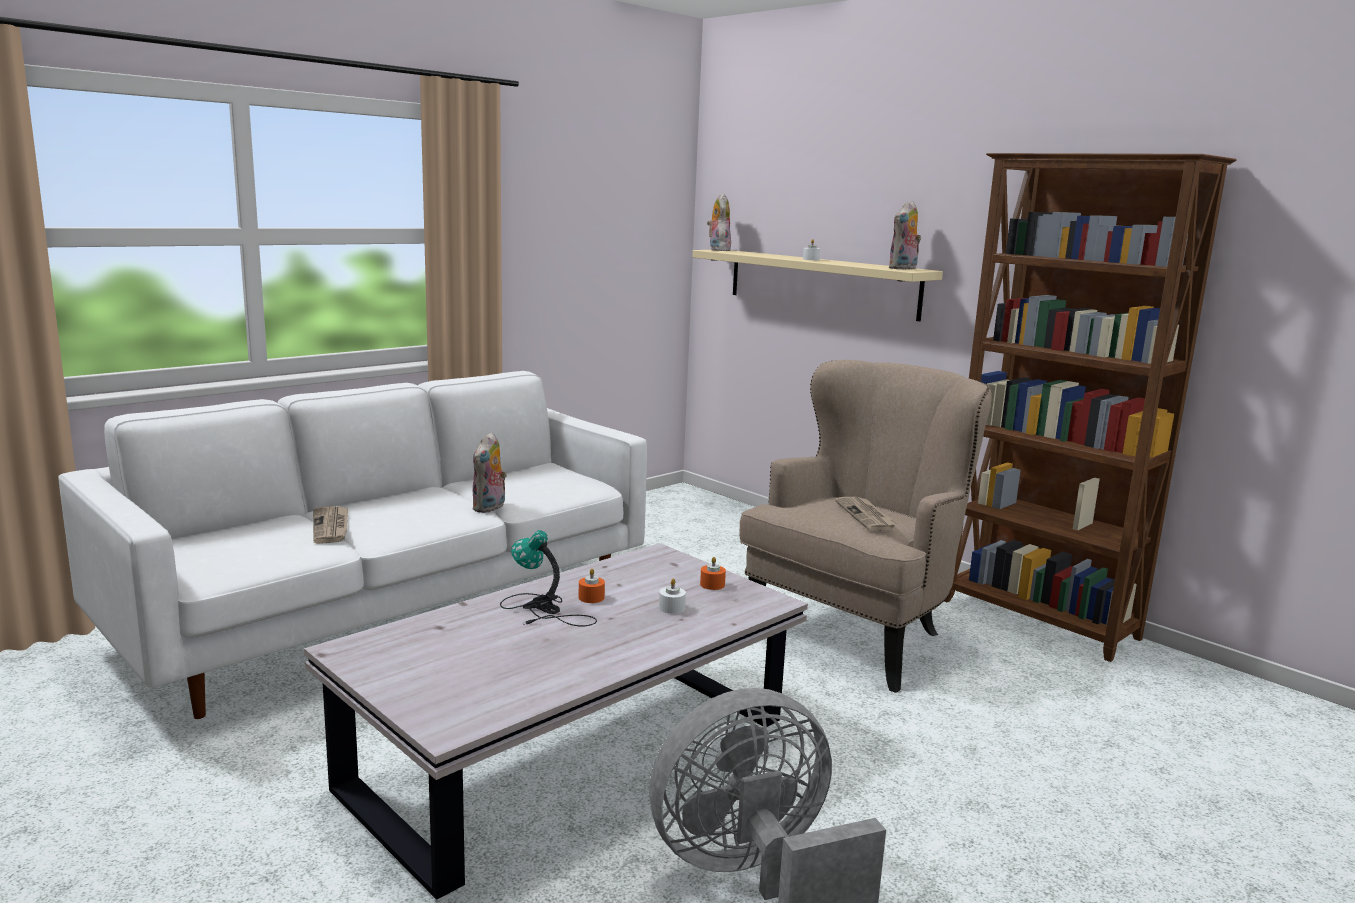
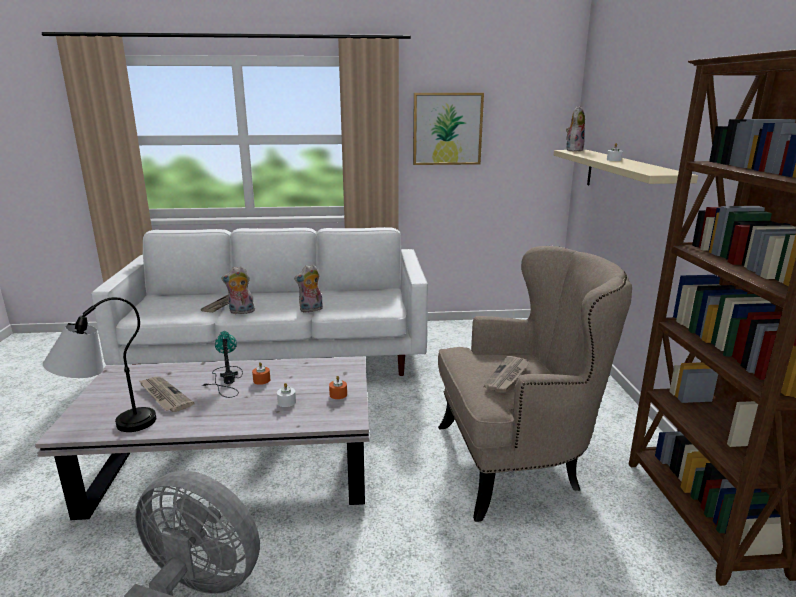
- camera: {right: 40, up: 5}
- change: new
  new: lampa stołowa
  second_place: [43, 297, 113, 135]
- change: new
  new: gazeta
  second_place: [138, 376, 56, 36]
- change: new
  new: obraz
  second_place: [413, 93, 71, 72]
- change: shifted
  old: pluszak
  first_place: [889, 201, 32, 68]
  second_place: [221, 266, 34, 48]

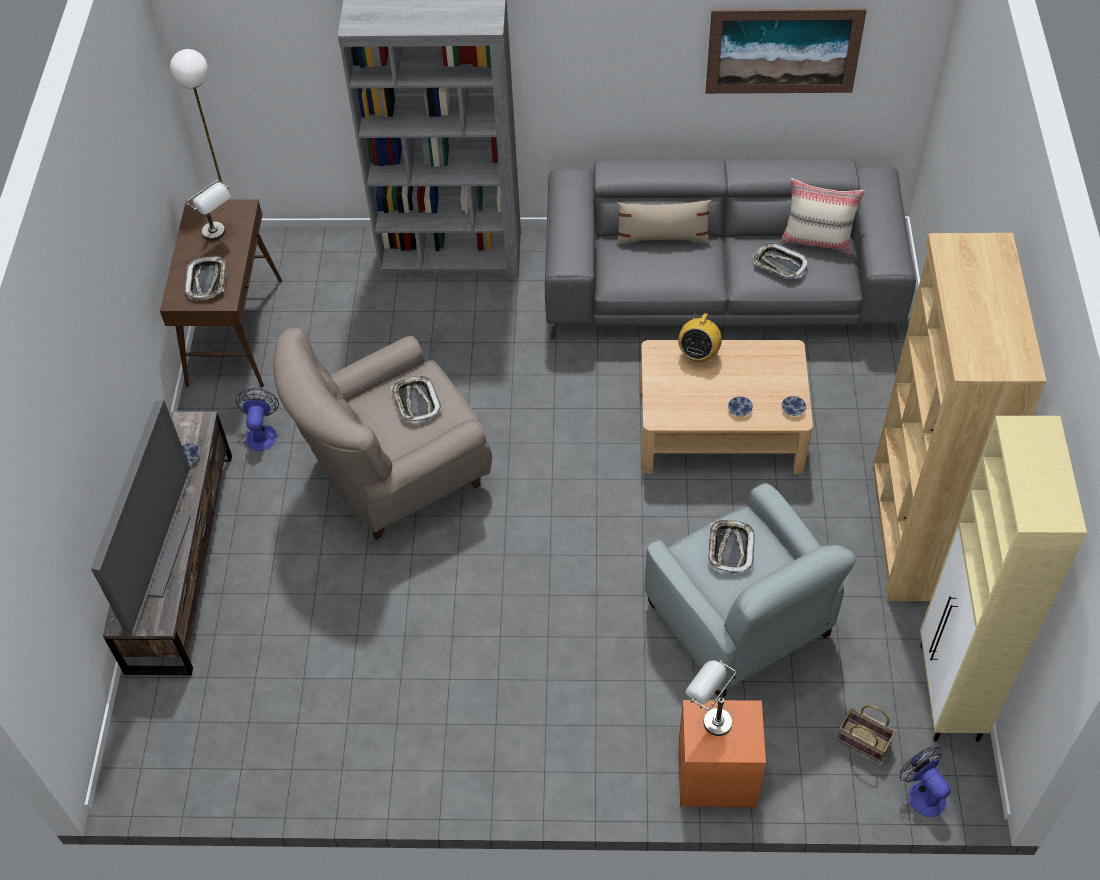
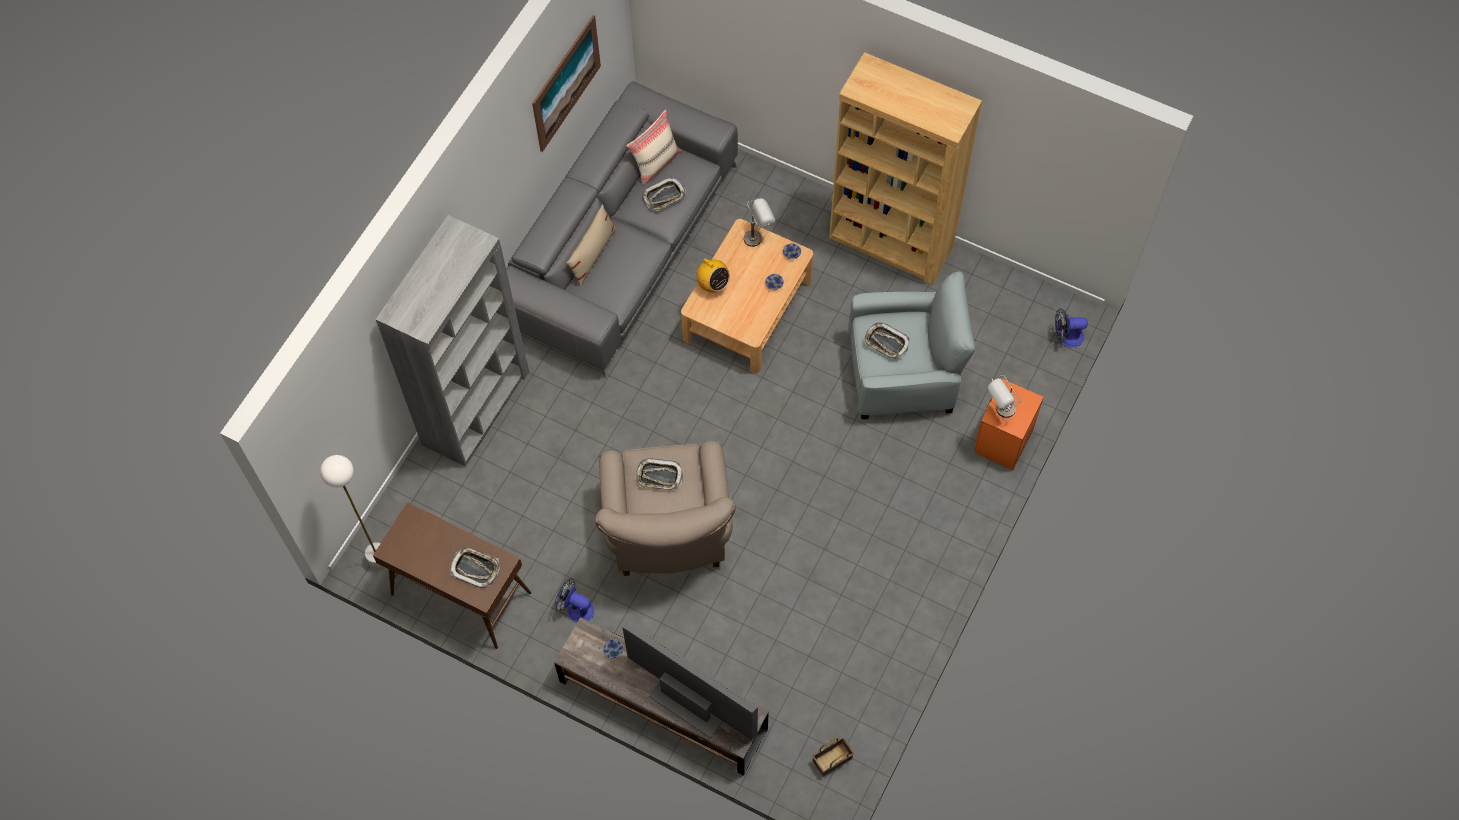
- camera: {right: -65, up: 10}
- change: gone
  old: szafka/beżowy
  first_place: [920, 416, 167, 326]
- change: shifted
  old: lampa stołowa/szary
  first_place: [186, 180, 44, 60]
  second_place: [744, 198, 31, 49]
- change: shifted
  old: koszyk
  first_place: [837, 705, 59, 58]
  second_place: [813, 737, 41, 40]

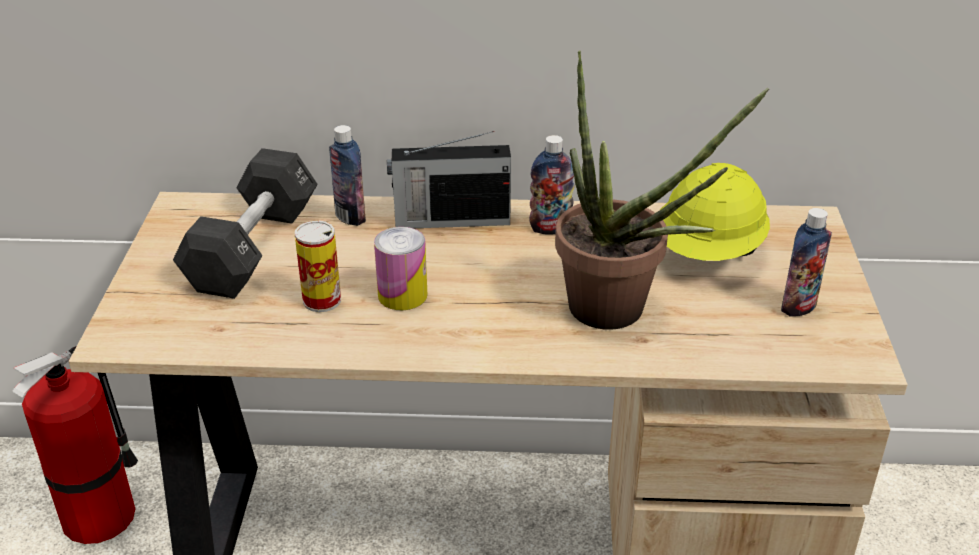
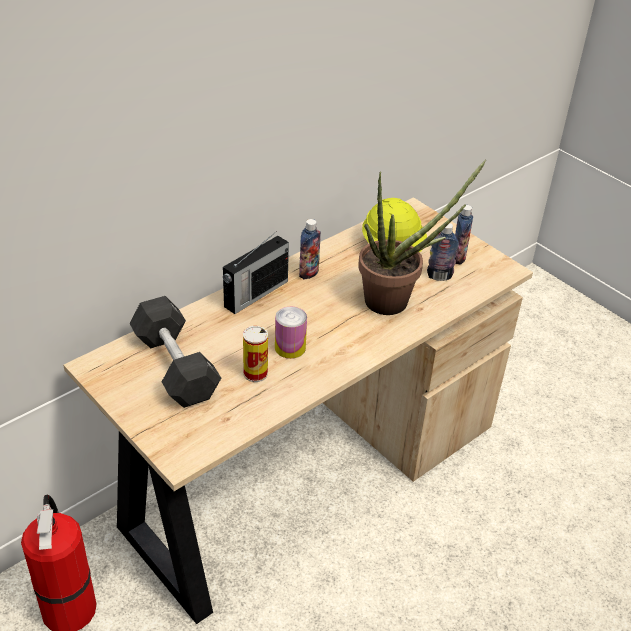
- camera: {right: -45, up: 5}
- change: shifted
  old: butelka
  first_place: [329, 125, 37, 101]
  second_place: [427, 223, 32, 58]

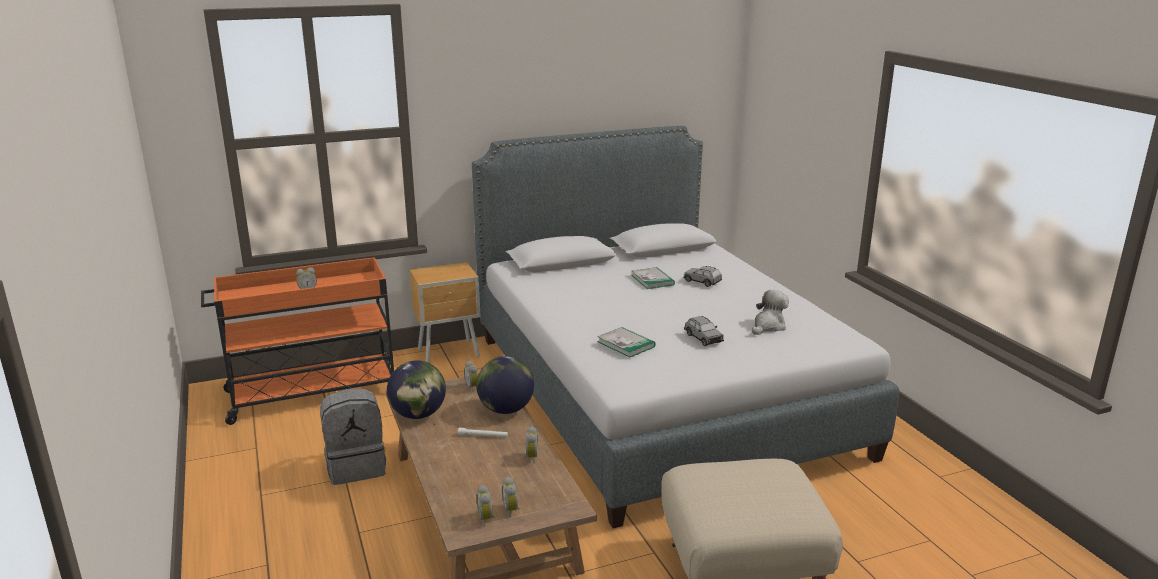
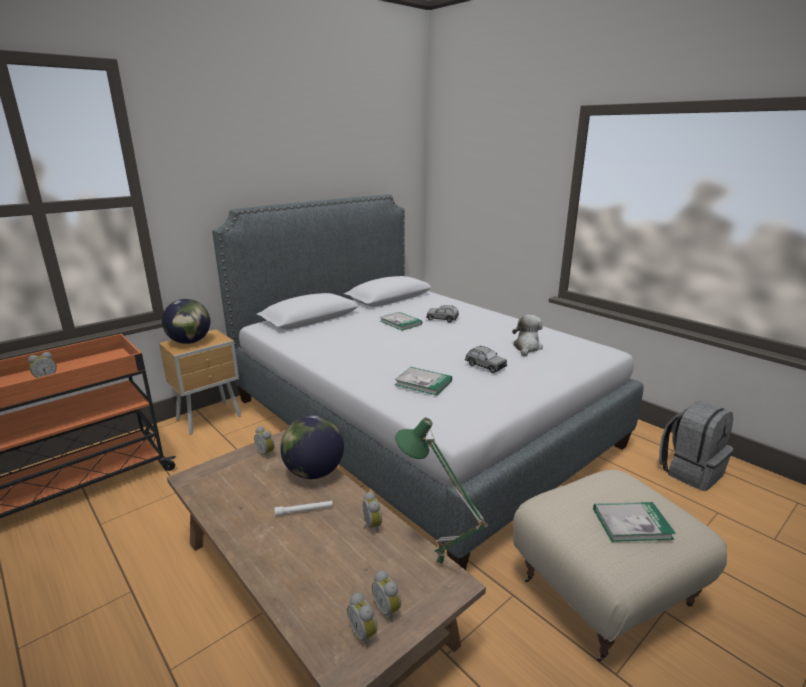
- camera: {right: -20, up: 0}
- change: new
  new: lampa stołowa/zielony
  second_place: [395, 418, 93, 148]
- change: new
  new: książka
  second_place: [593, 502, 83, 40]
- change: shifted
  old: plecak/szary
  first_place: [320, 389, 66, 96]
  second_place: [659, 401, 75, 90]
- change: shifted
  old: globus
  first_place: [387, 360, 59, 59]
  second_place: [162, 299, 48, 45]

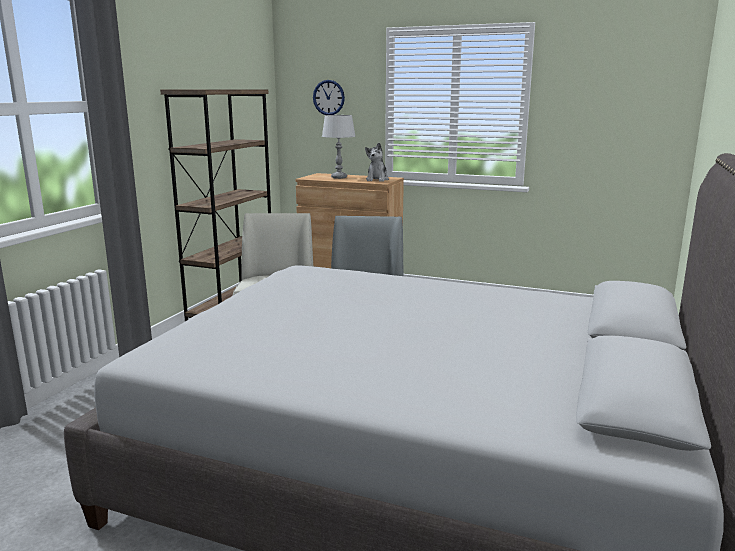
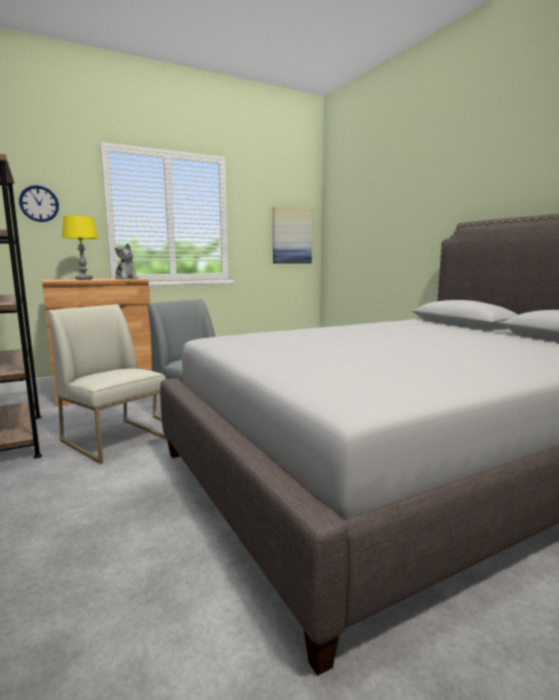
- camera: {right: -50, up: -5}
- change: new
  new: obraz
  second_place: [273, 206, 39, 58]
- change: repainted
  old: lampa stołowa/szary
  new: lampa stołowa/żółty
  first_place: [322, 115, 34, 64]
  second_place: [62, 216, 37, 64]

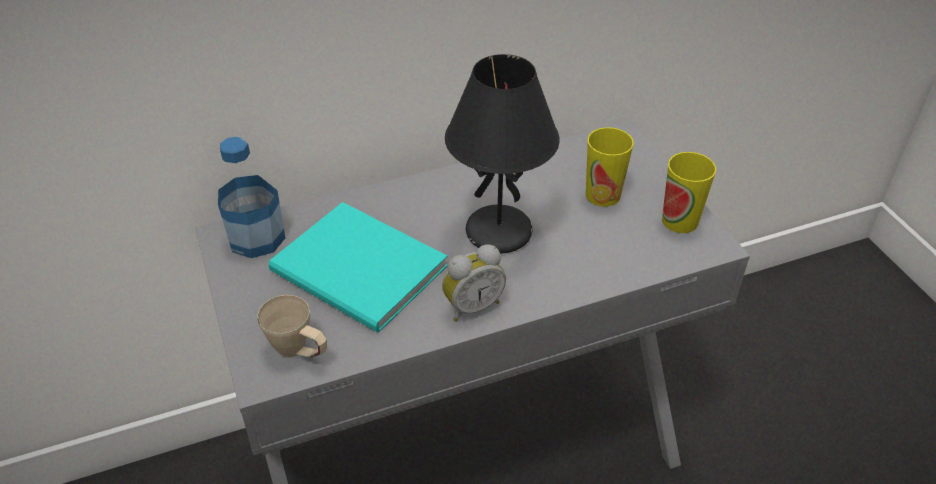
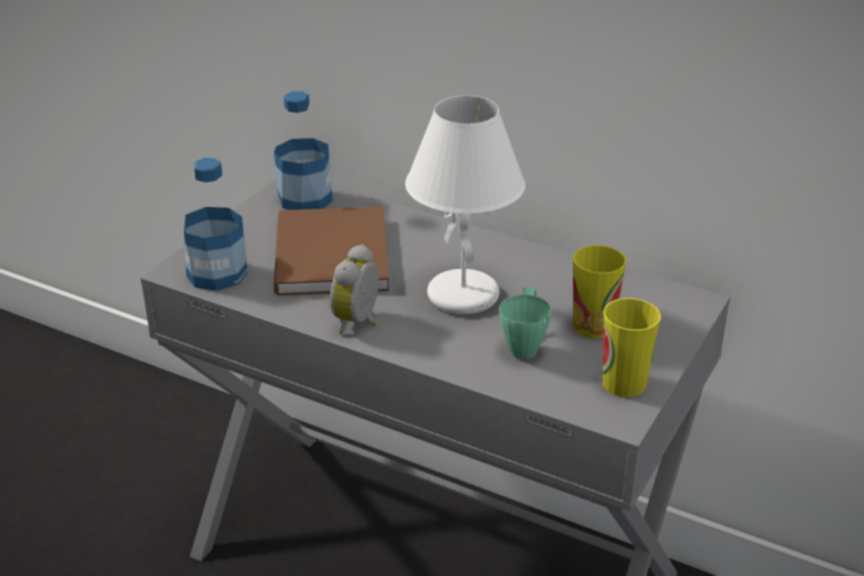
- camera: {right: 50, up: -10}
- change: new
  new: kubek/zielony
  second_place: [499, 287, 53, 72]
- change: swapped
  old: kubek/beżowy
  new: butelka
  first_place: [257, 295, 70, 63]
  second_place: [184, 158, 64, 133]
- change: repainted
  old: książka/turkusowy
  new: książka/brązowy
  first_place: [268, 202, 180, 131]
  second_place: [274, 207, 115, 89]
- change: repainted
  old: lampa stołowa/czarny
  new: lampa stołowa/biały
  first_place: [445, 54, 115, 200]
  second_place: [405, 96, 120, 218]
- change: rotated
  old: budzik
  first_place: [442, 244, 64, 78]
  second_place: [330, 244, 49, 90]
  degrees: 90

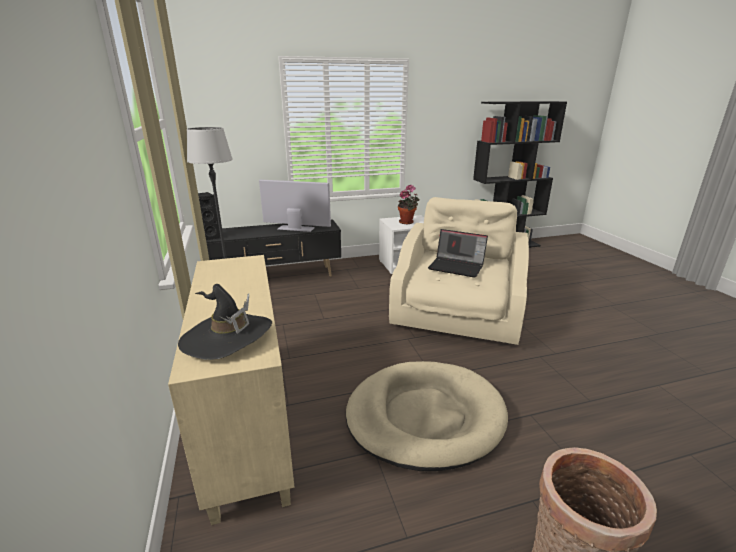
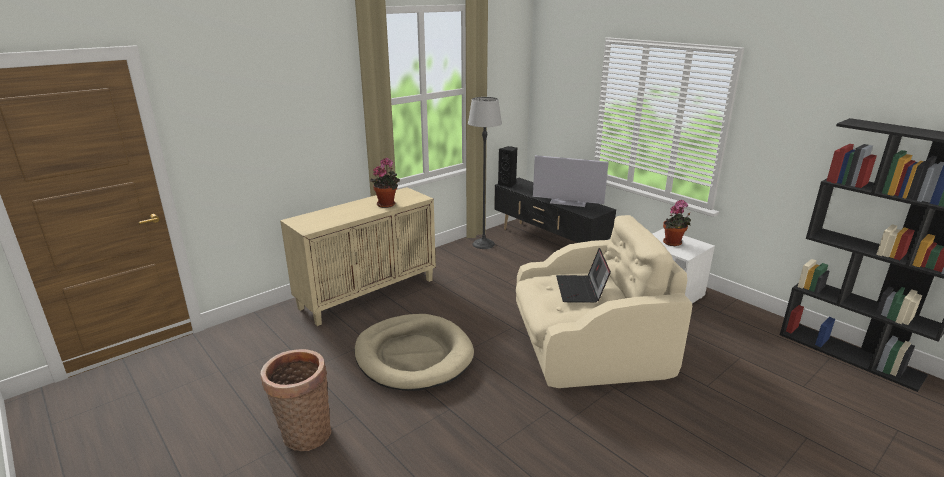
- camera: {right: 65, up: 0}
- change: gone
  old: kapelusz/czarny
  first_place: [178, 284, 94, 76]
- change: new
  new: roślina doniczkowa
  second_place: [370, 158, 30, 50]
- change: rotated
  old: telewizor
  first_place: [259, 180, 72, 52]
  second_place: [533, 155, 76, 52]
  degrees: 120

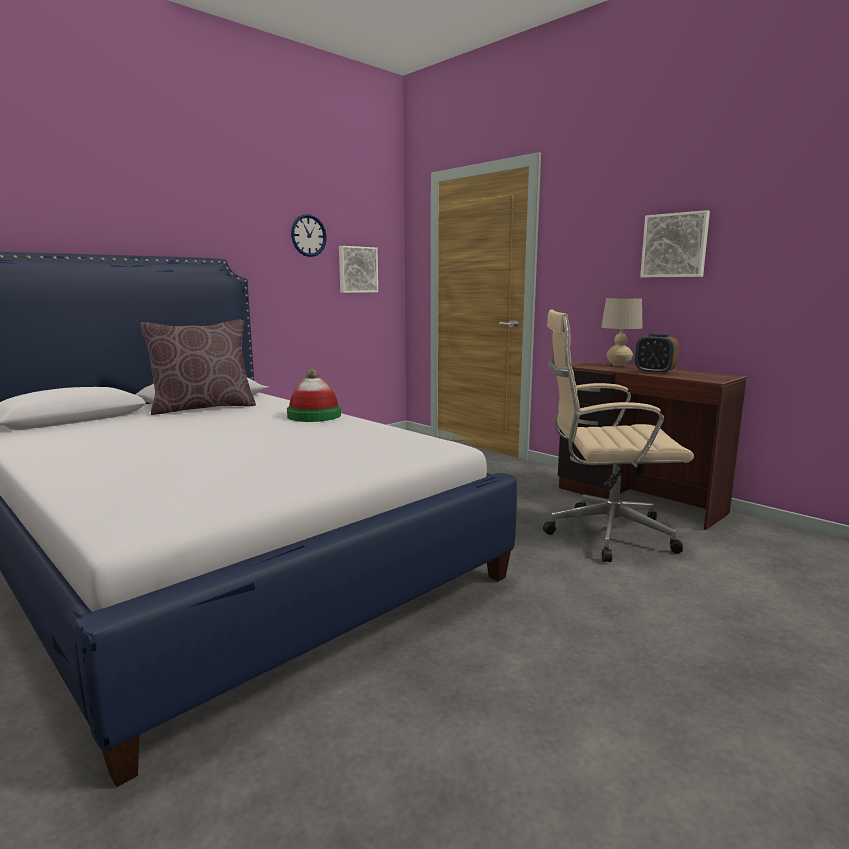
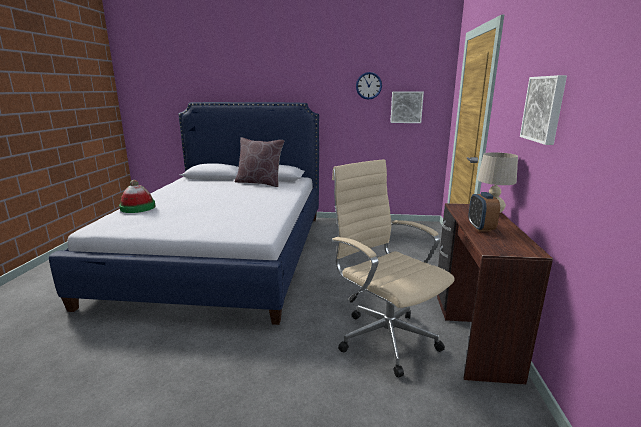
- camera: {right: 50, up: 5}
- change: shifted
  old: kapelusz
  first_place: [287, 369, 54, 53]
  second_place: [119, 180, 36, 33]

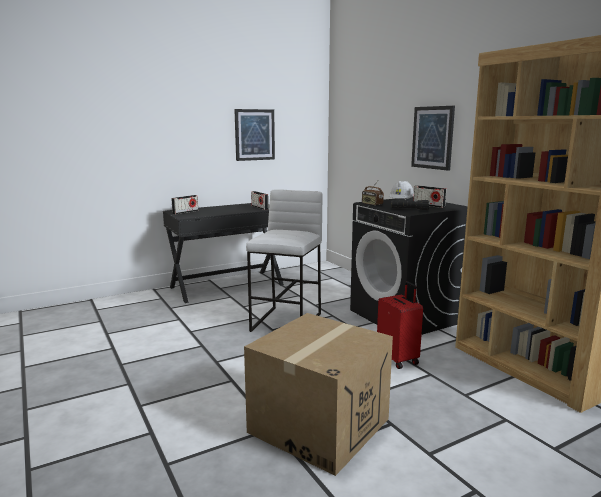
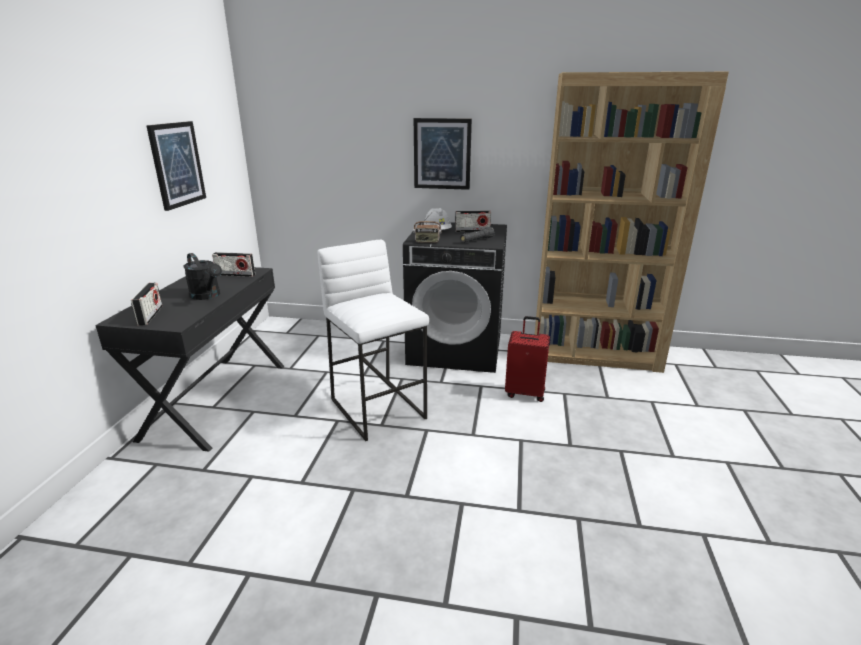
- camera: {right: -50, up: 10}
- change: gone
  old: karton
  first_place: [244, 313, 149, 163]
- change: new
  new: konewka/czarny
  second_place: [183, 253, 39, 47]

